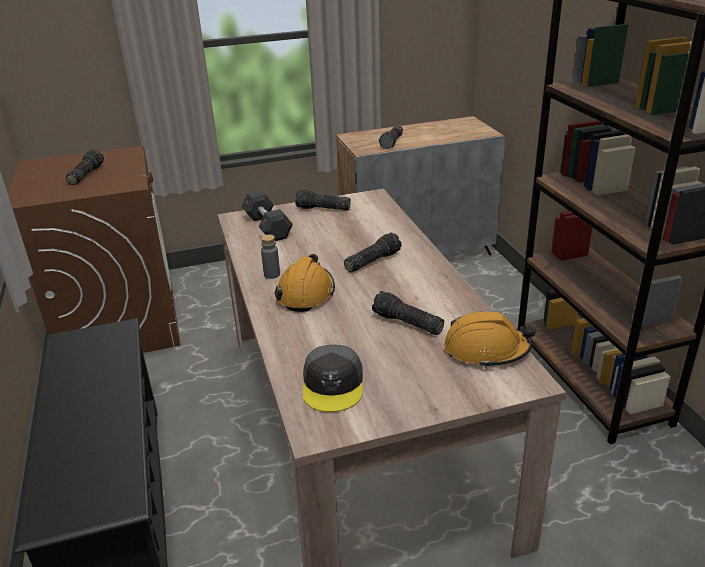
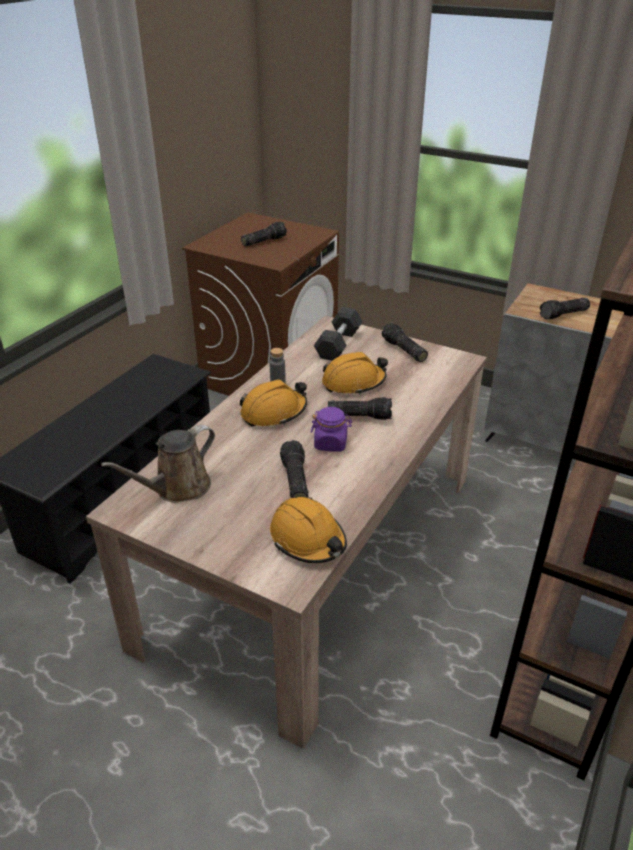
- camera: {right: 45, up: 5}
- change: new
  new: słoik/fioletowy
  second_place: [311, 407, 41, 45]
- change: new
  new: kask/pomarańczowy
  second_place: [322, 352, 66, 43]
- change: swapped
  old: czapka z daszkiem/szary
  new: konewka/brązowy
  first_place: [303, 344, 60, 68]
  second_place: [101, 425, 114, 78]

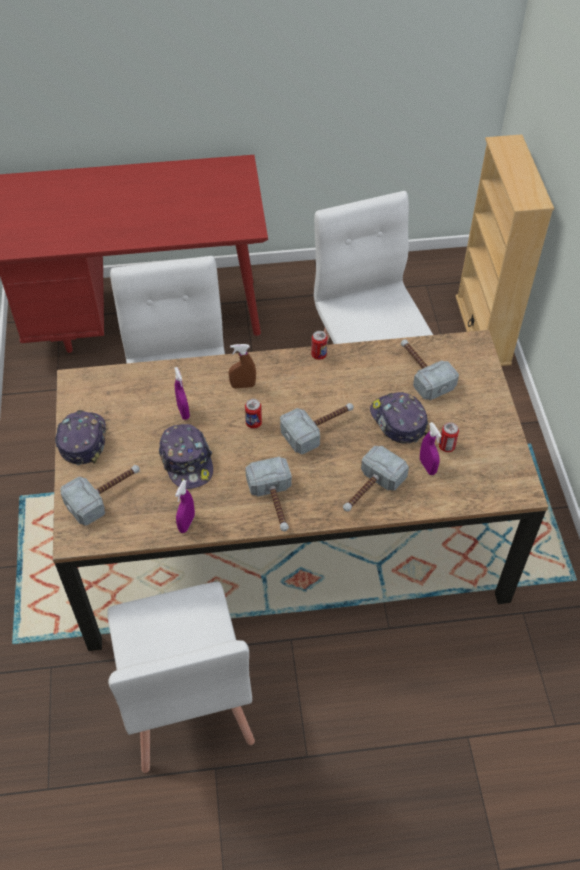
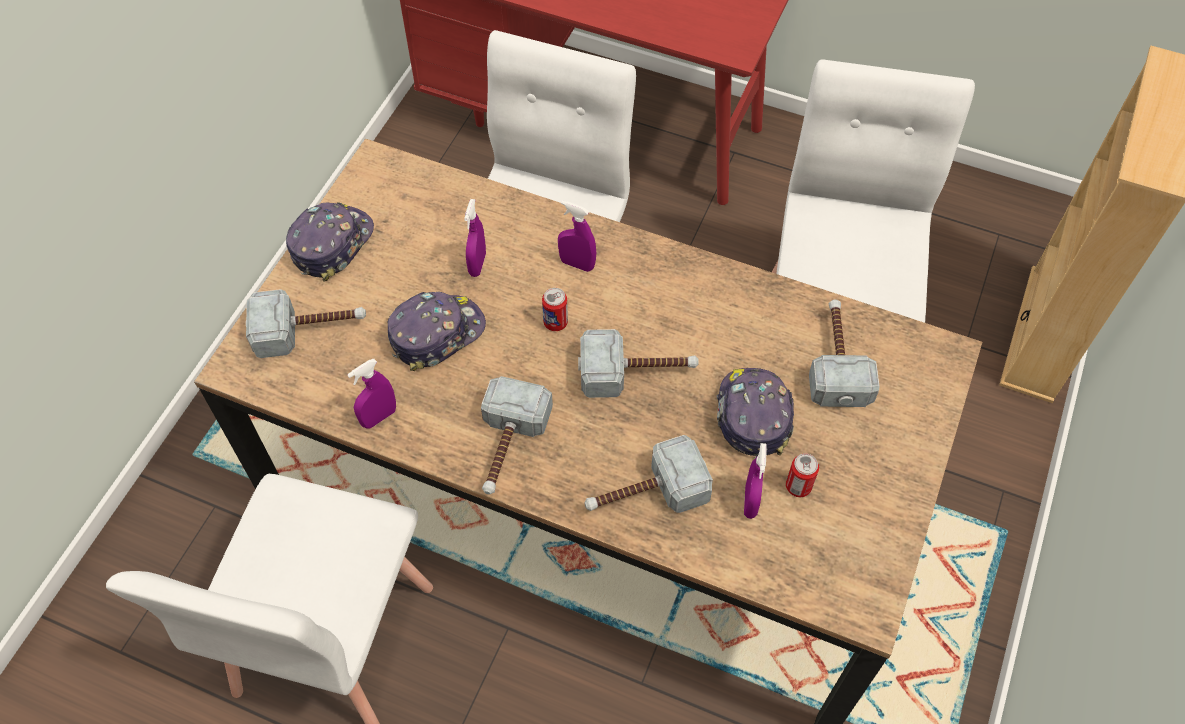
- camera: {right: 30, up: 5}
- change: gone
  old: puszka
  first_place: [311, 331, 16, 29]
- change: repainted
  old: spryskiwacz/brązowy
  new: spryskiwacz/fioletowy
  first_place: [229, 344, 27, 44]
  second_place: [558, 200, 38, 72]
- change: rotated
  old: czapka z daszkiem
  first_place: [159, 424, 54, 65]
  second_place: [388, 291, 98, 80]
  degrees: -135

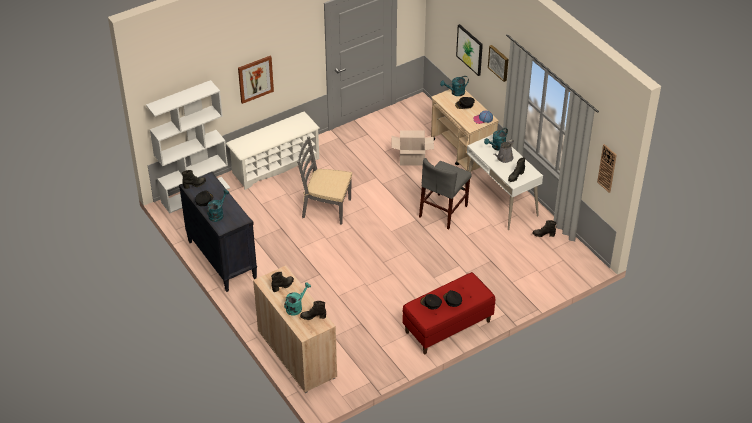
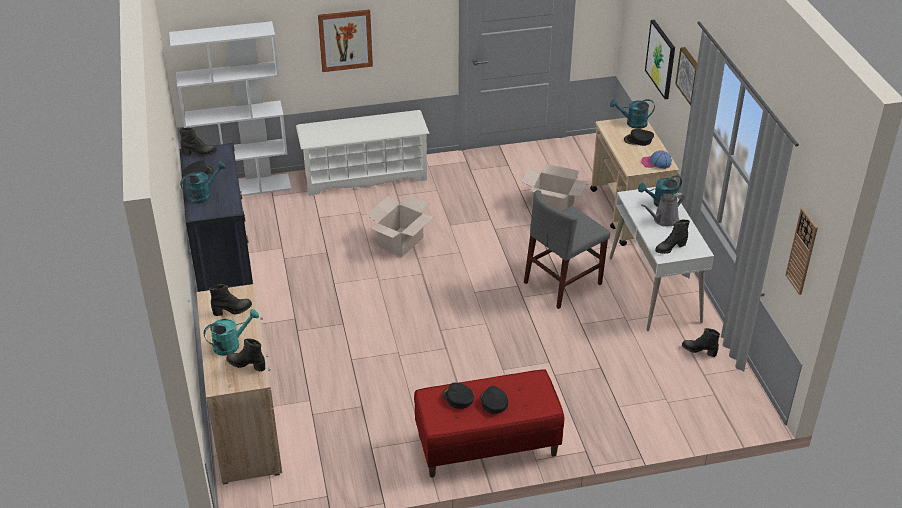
- camera: {right: 20, up: -5}
- change: swapped
  old: krzesło/szary
  new: karton
  first_place: [297, 136, 55, 89]
  second_place: [366, 195, 68, 62]

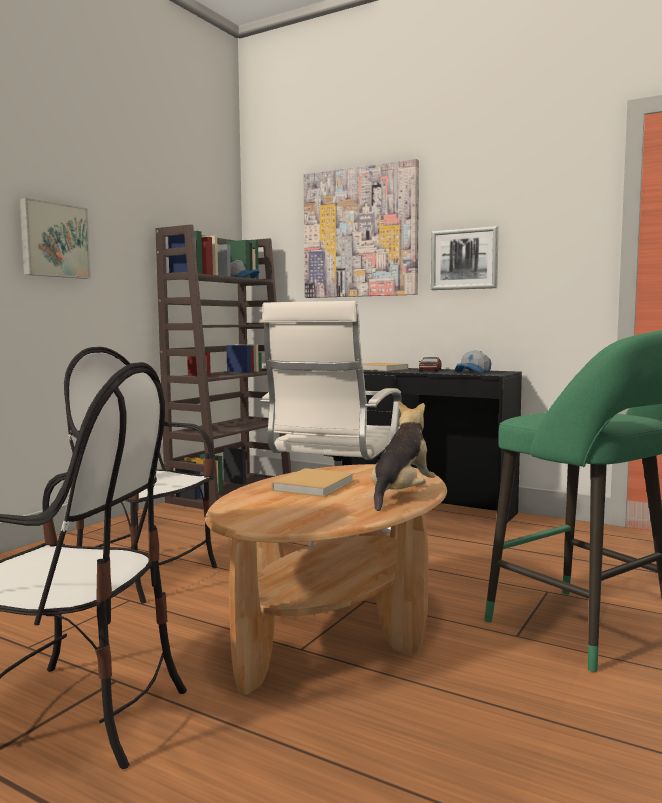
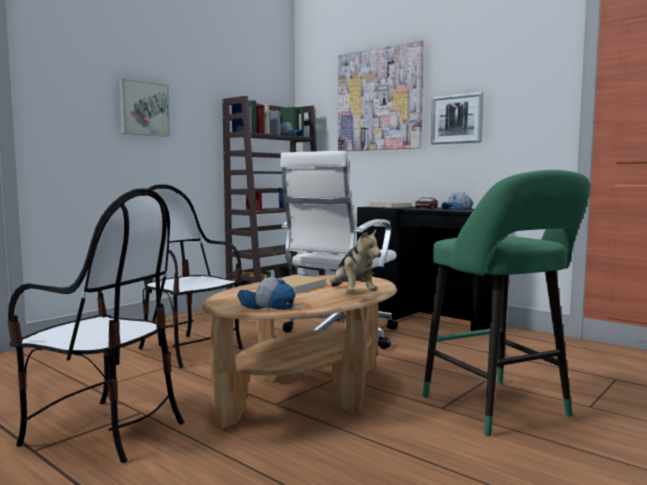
- camera: {right: 10, up: 0}
- change: new
  new: czapka z daszkiem
  second_place: [237, 277, 58, 33]
- change: rotated
  old: pluszak
  first_place: [371, 401, 64, 110]
  second_place: [329, 229, 53, 62]
  degrees: 120

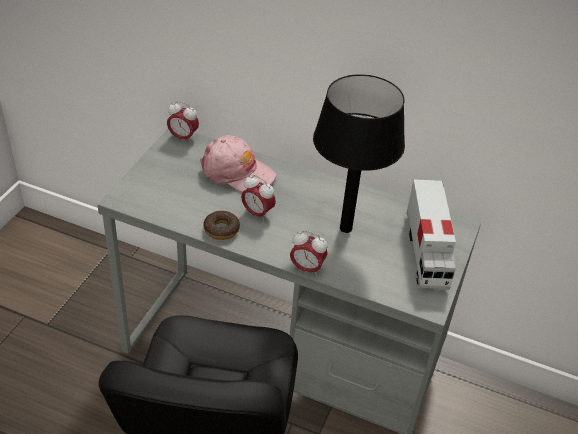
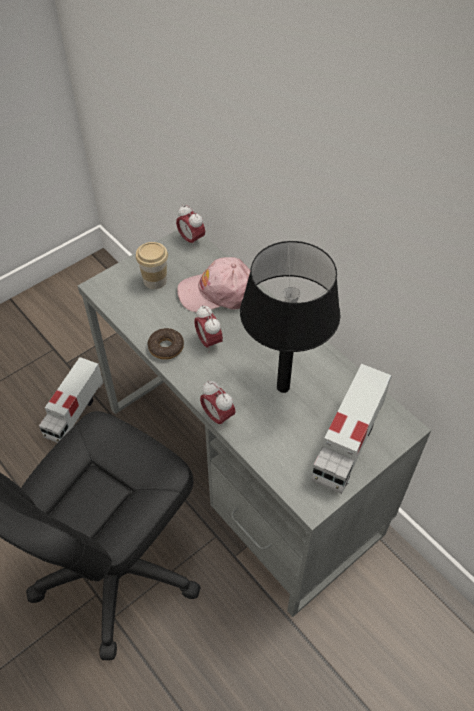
- camera: {right: 30, up: 10}
- change: new
  new: ciężarówka zabawkowa
  second_place: [39, 357, 65, 86]
- change: new
  new: filiżanka
  second_place: [136, 242, 32, 47]
- change: rotated
  old: czapka z daszkiem/różowy
  first_place: [200, 135, 76, 57]
  second_place: [177, 257, 74, 55]
  degrees: 120

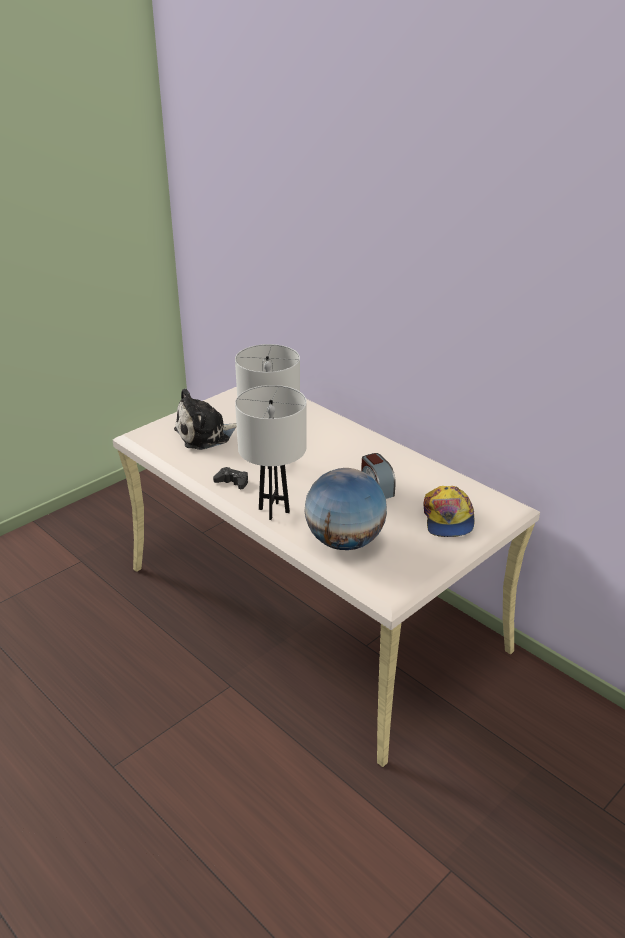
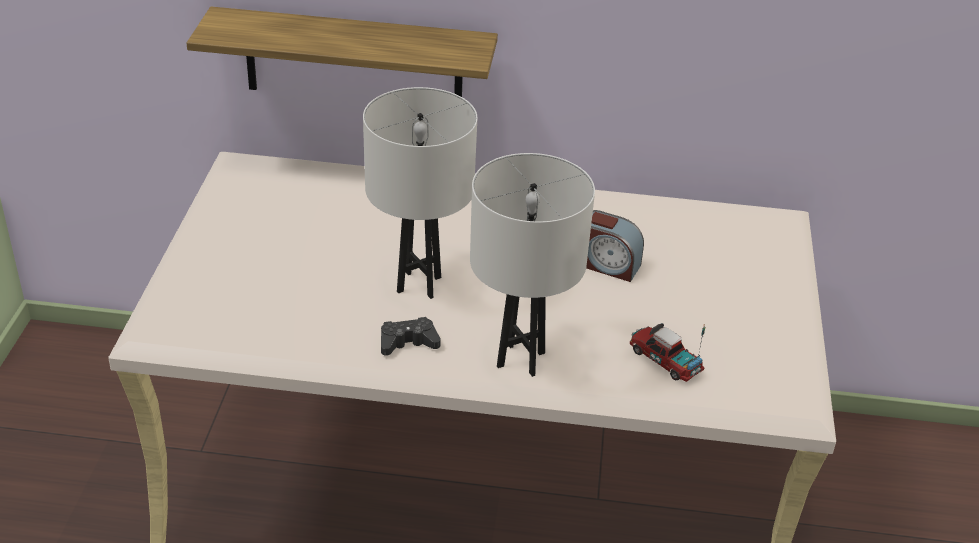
- camera: {right: -40, up: 5}
- change: gone
  old: pluszak
  first_place: [174, 388, 63, 62]
- change: gone
  old: czapka z daszkiem
  first_place: [423, 486, 52, 51]
- change: new
  new: półka
  second_place: [186, 6, 312, 91]
- change: swapped
  old: globus
  new: ciężarówka zabawkowa
  first_place: [304, 468, 83, 82]
  second_place: [630, 323, 75, 59]

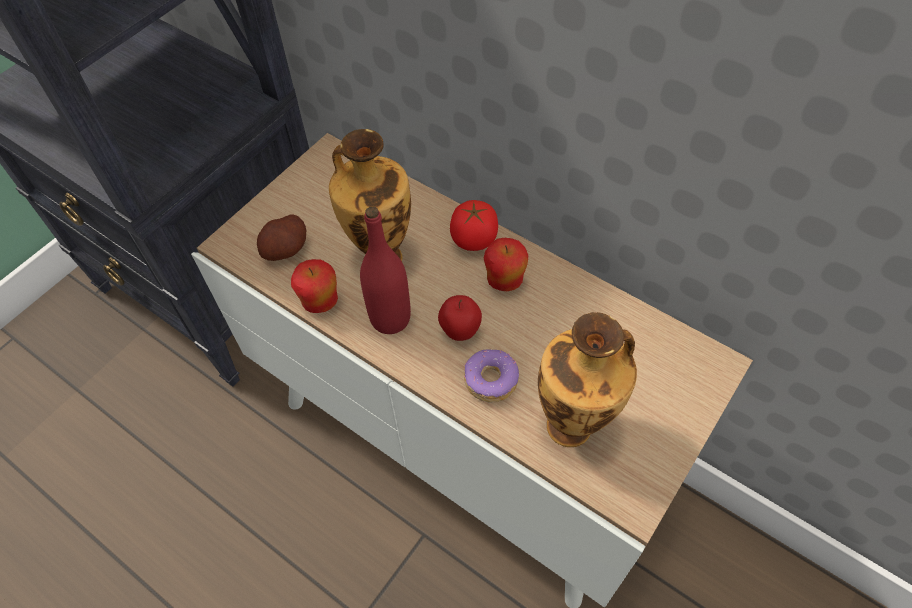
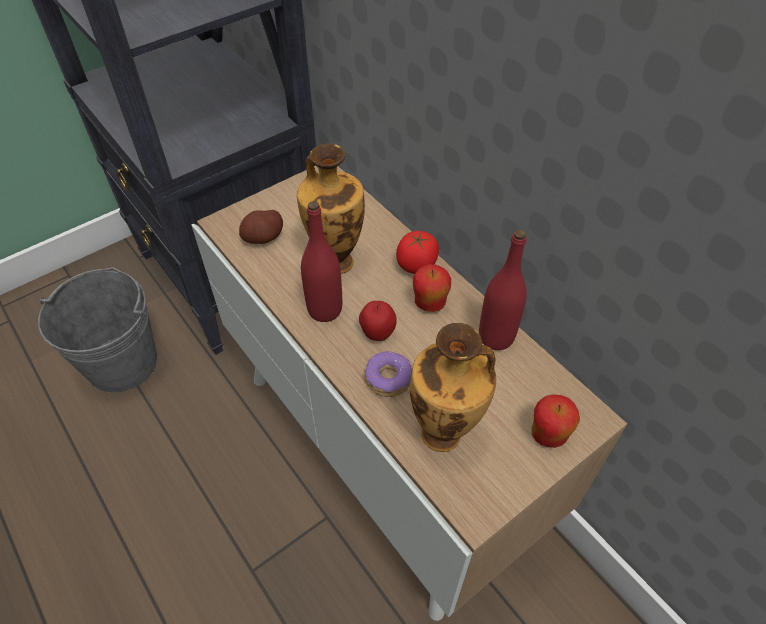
- camera: {right: 15, up: -5}
- change: new
  new: wiadro/szary
  second_place: [38, 267, 119, 126]
- change: new
  new: butelka/czerwony
  second_place: [479, 230, 48, 120]
- change: shifted
  old: jabłko
  first_place: [291, 259, 47, 54]
  second_place: [532, 394, 48, 54]

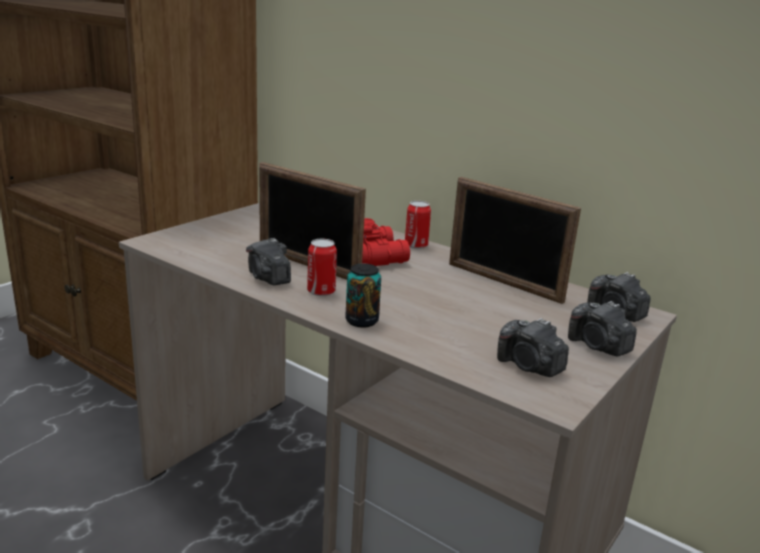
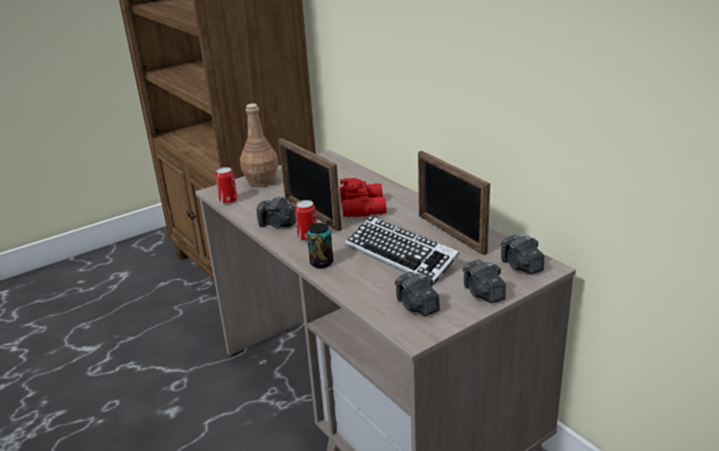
- camera: {right: 20, up: 5}
- change: new
  new: butelka/brązowy
  second_place: [240, 103, 39, 84]
- change: new
  new: klawiatura
  second_place: [345, 216, 115, 69]
- change: shifted
  old: puszka
  first_place: [405, 201, 26, 48]
  second_place: [216, 167, 22, 37]
- change: rotated
  old: aparat fotograficzny
  first_place: [246, 238, 45, 47]
  second_place: [257, 196, 39, 32]
  degrees: -60

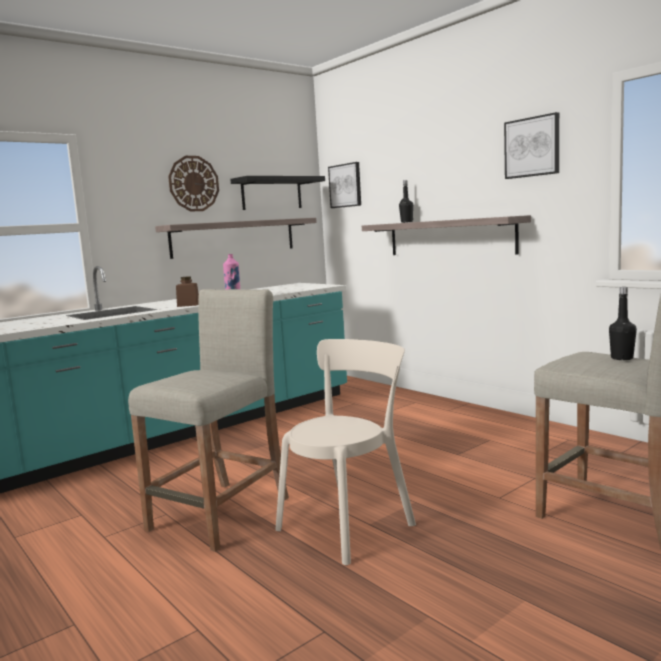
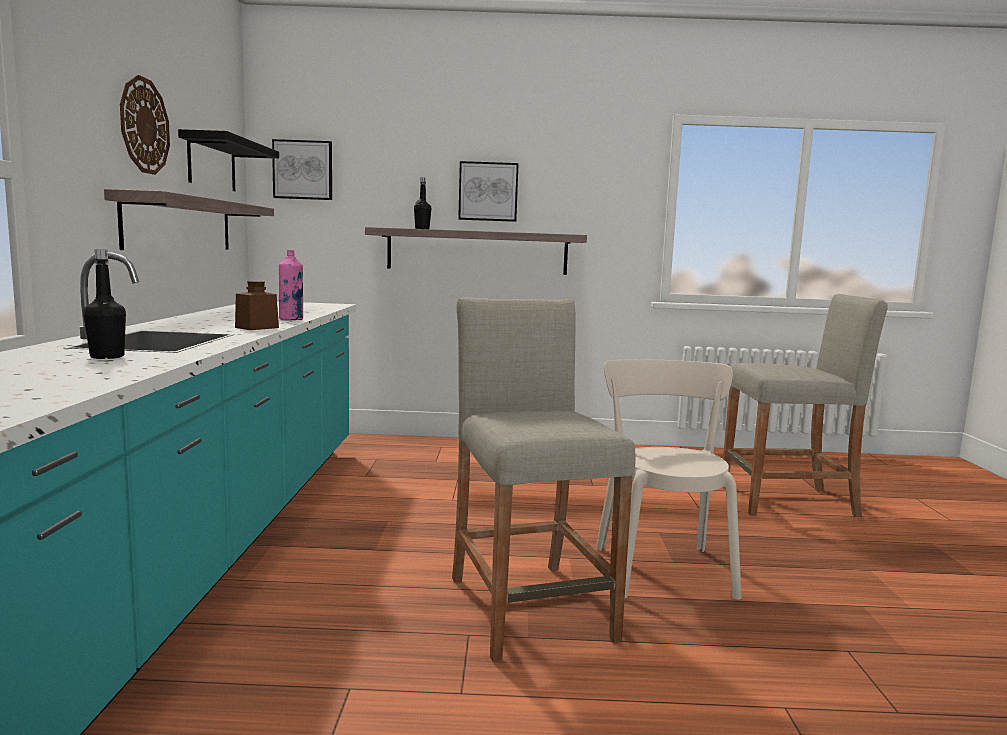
- camera: {right: -50, up: 0}
- change: shifted
  old: obraz
  first_place: [504, 112, 55, 67]
  second_place: [458, 161, 61, 61]
- change: shifted
  old: butelka/czarny
  first_place: [609, 287, 28, 73]
  second_place: [83, 249, 43, 110]

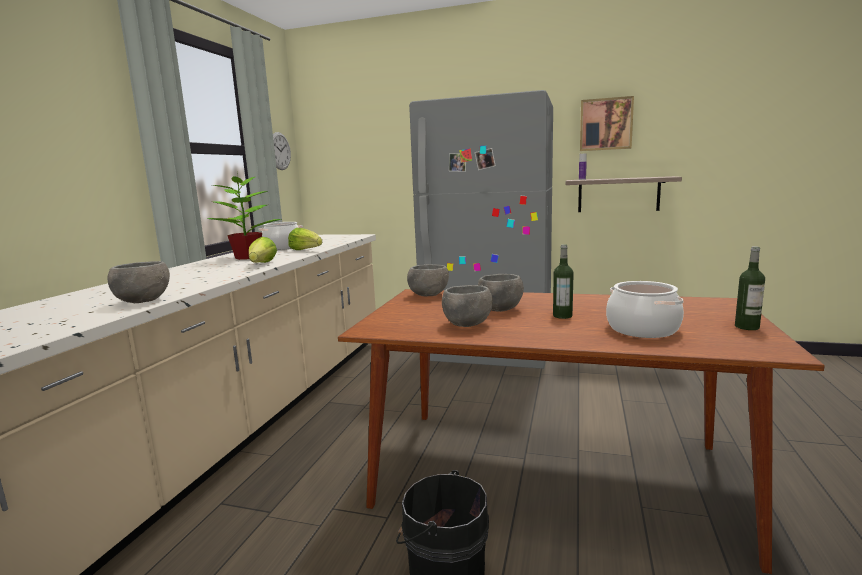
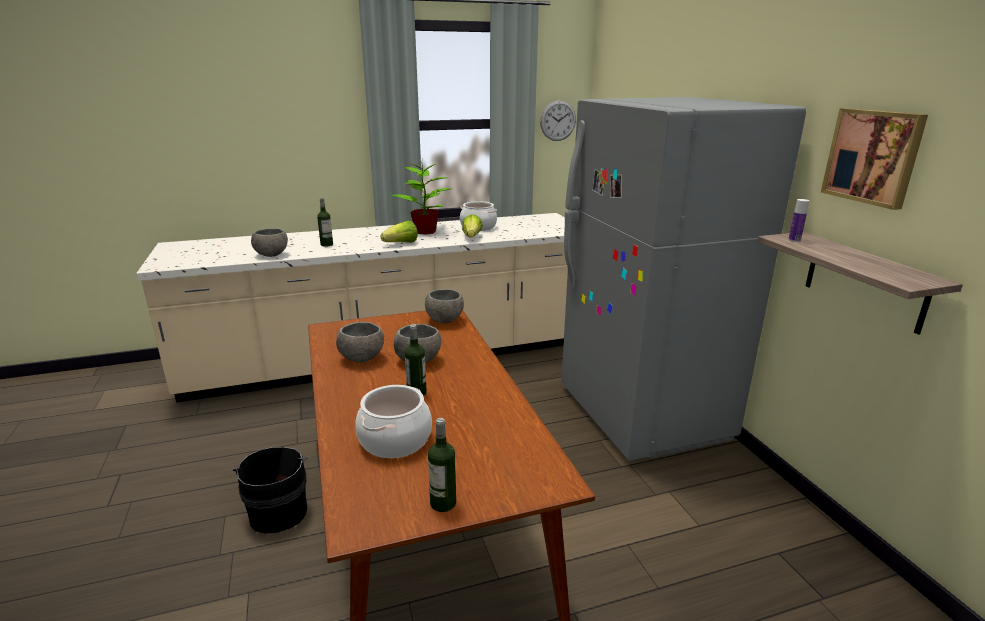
- camera: {right: 55, up: 10}
- change: new
  new: butelka
  second_place: [317, 198, 16, 48]

